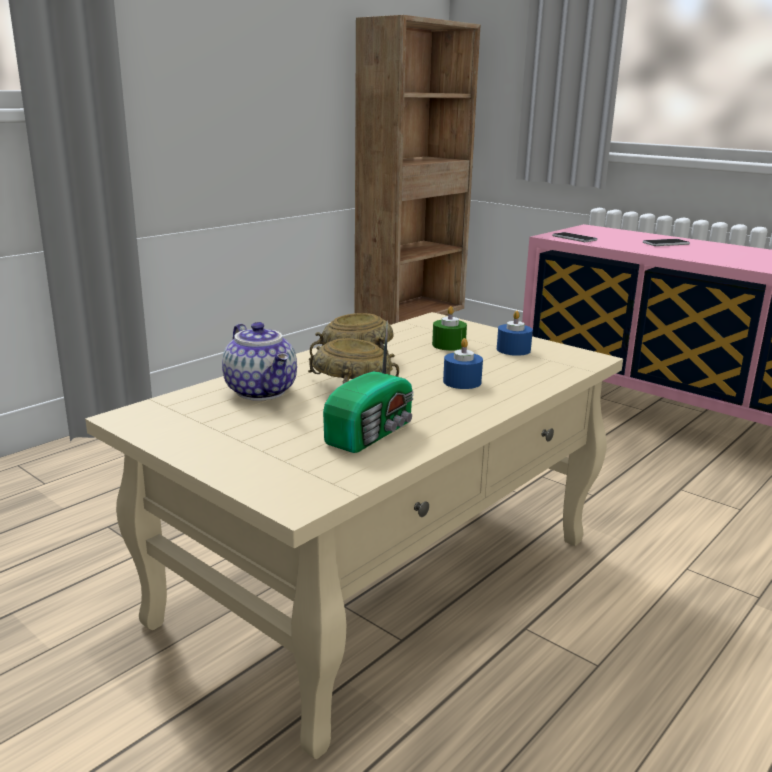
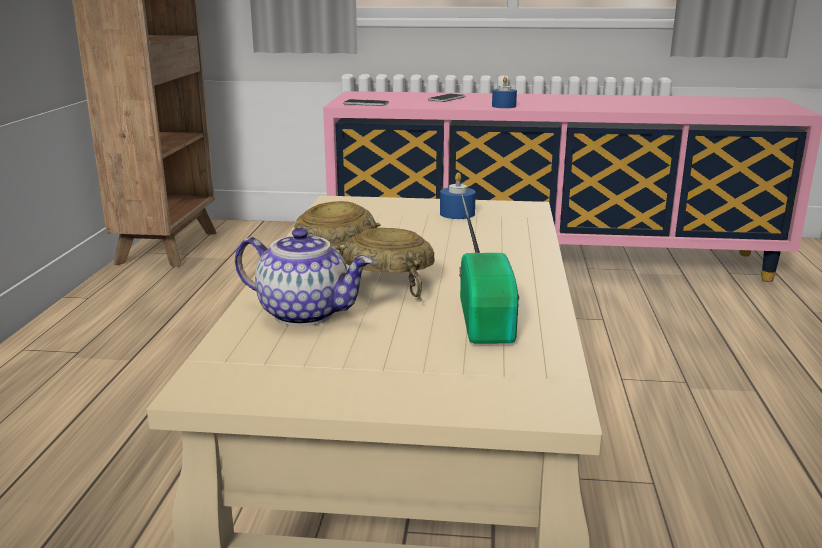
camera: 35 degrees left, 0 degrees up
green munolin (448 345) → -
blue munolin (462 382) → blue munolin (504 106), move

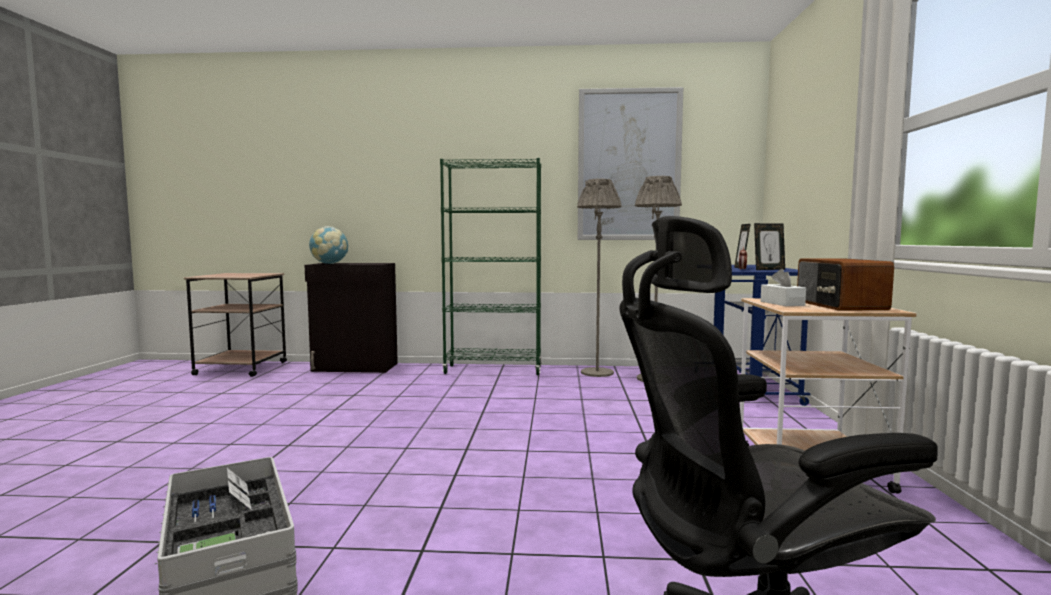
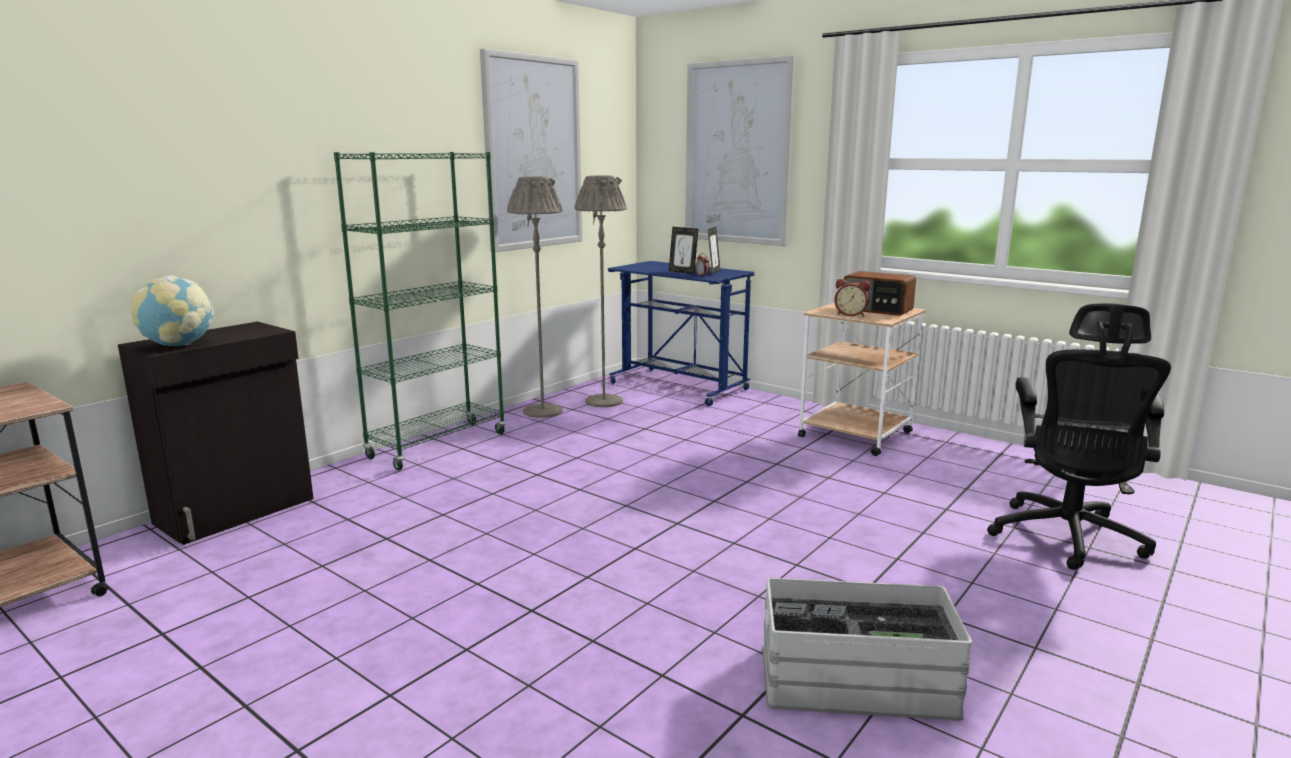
camera: 55 degrees left, 10 degrees up
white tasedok (782 303) → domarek (851 314)
- → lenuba (737 153)

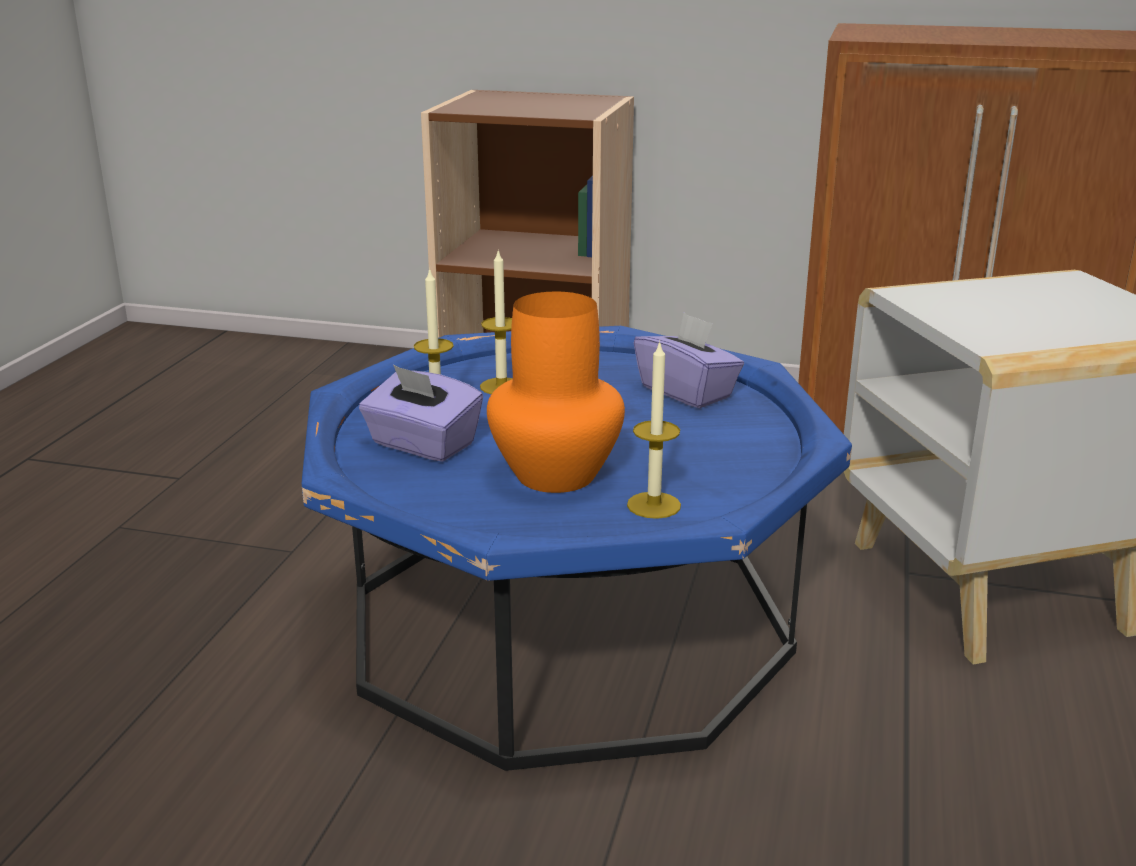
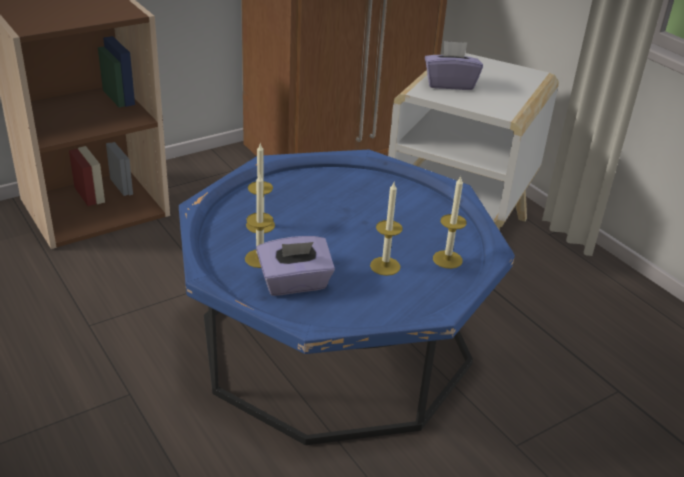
camera: 50 degrees left, 10 degrees up
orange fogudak (557 475) → munolin (385 266)
purple tasedok (687 392) → purple tasedok (450 84), move

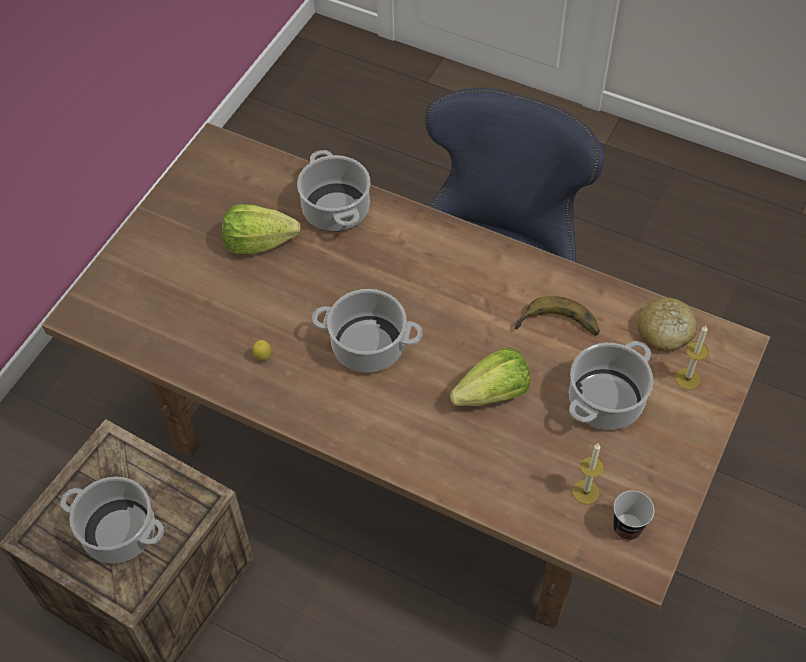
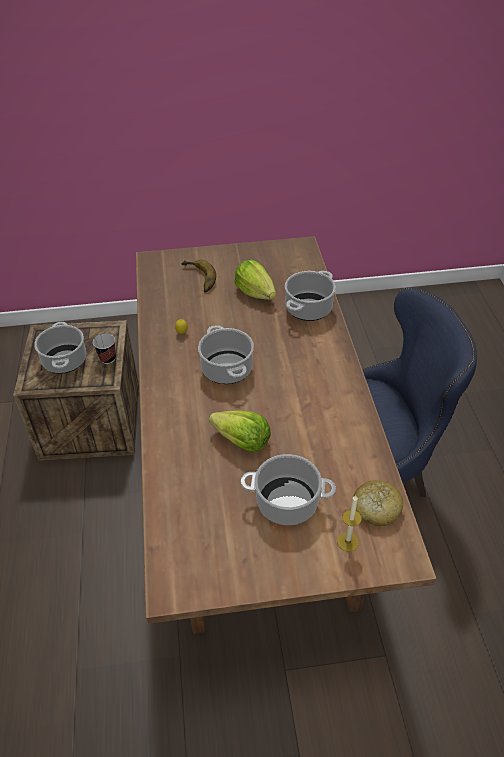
camera: 55 degrees right, 10 degrees down
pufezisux (558 328) → pufezisux (197 279), move
munolin (585 492) → -
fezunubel (627 528) → fezunubel (107 358), move

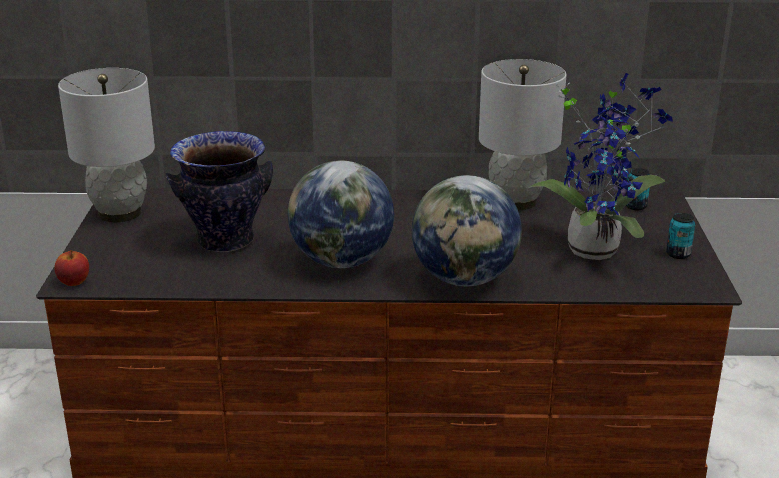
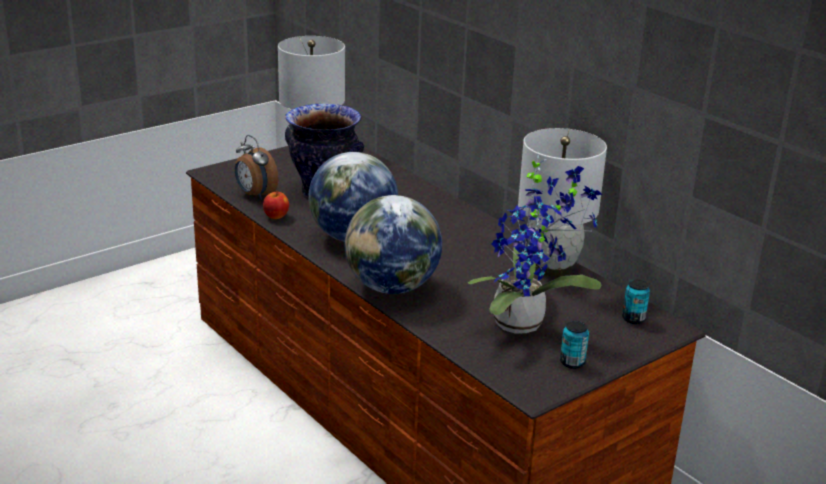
camera: 50 degrees right, 0 degrees up
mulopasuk (74 282) → mulopasuk (276 216), move
- → domarek (255 195)

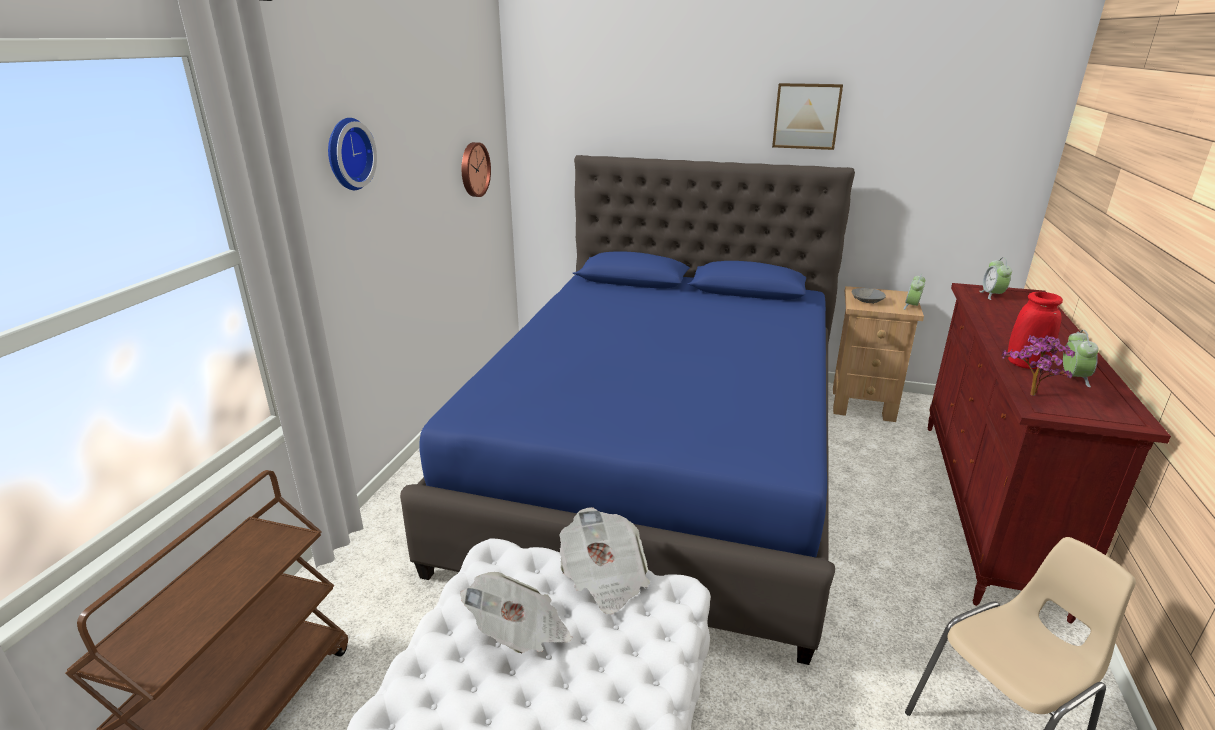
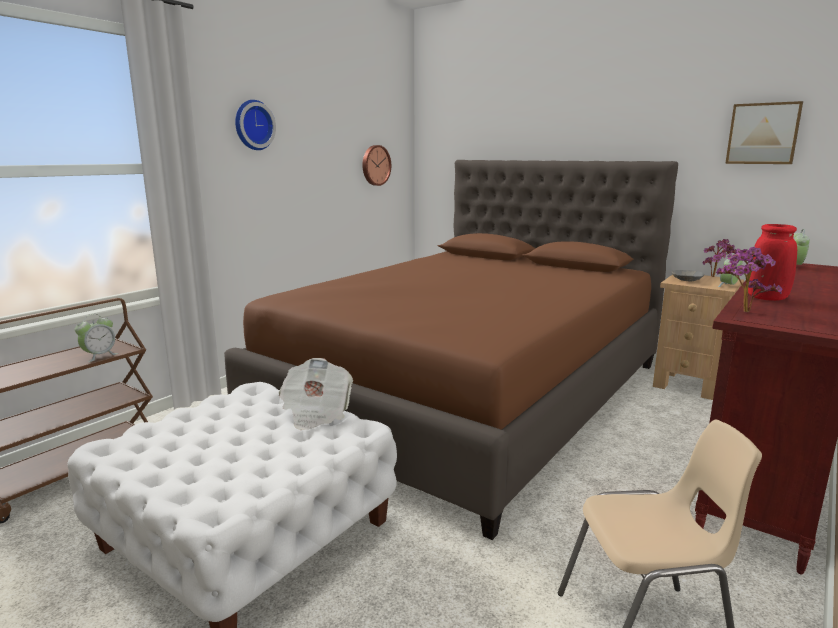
camera: 20 degrees right, 10 degrees down
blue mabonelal (661 460) → brown mabonelal (470 393)
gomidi (520 633) → -
lenuba (806 116) → lenuba (763 134), move
domarek (1073 378) → domarek (99 356), move
- → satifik (715 277)

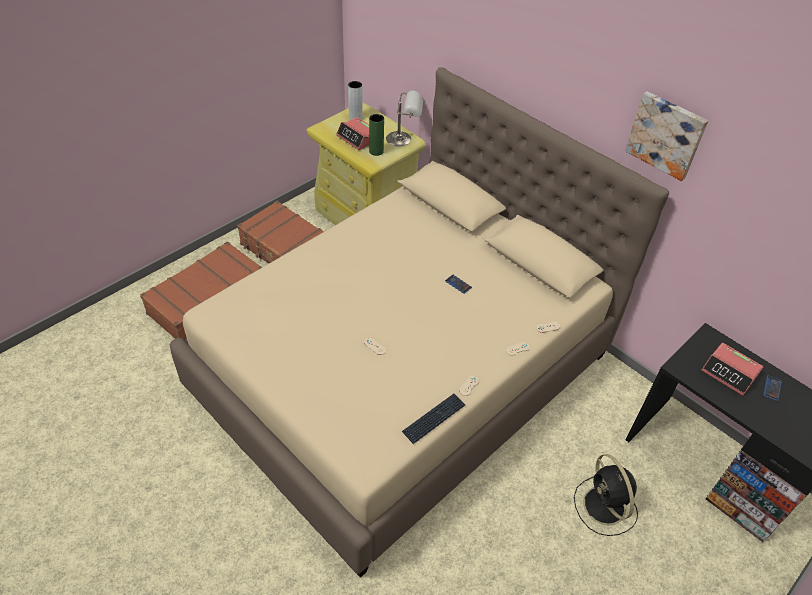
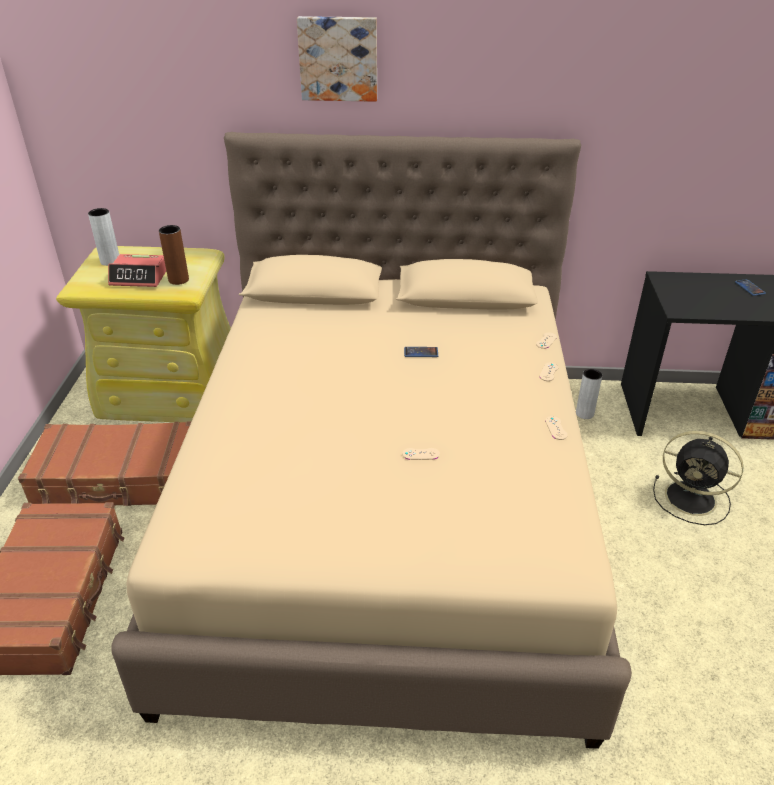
camera: 40 degrees left, 10 degrees down
green fogudak (376 151) → brown fogudak (178 280)
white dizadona (404 138) → -
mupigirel (434 419) → -
lenuba (666 135) → lenuba (338 58), move
domarek (729 373) → -
- → grey fogudak (584 413)

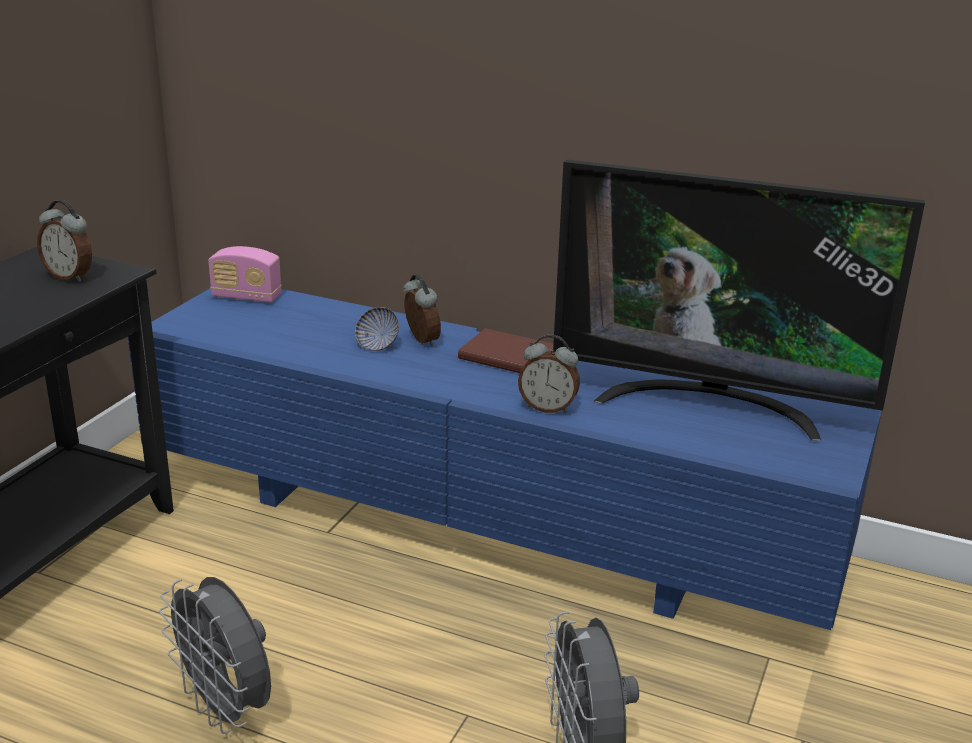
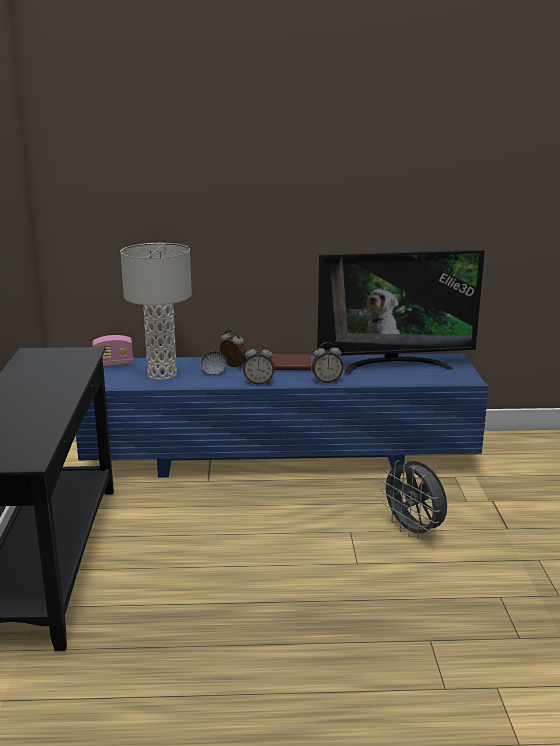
camera: 25 degrees left, 5 degrees down
domarek (70 276) → domarek (259 382), move
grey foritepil (227 710) → -
- → white dizadona (162 374)

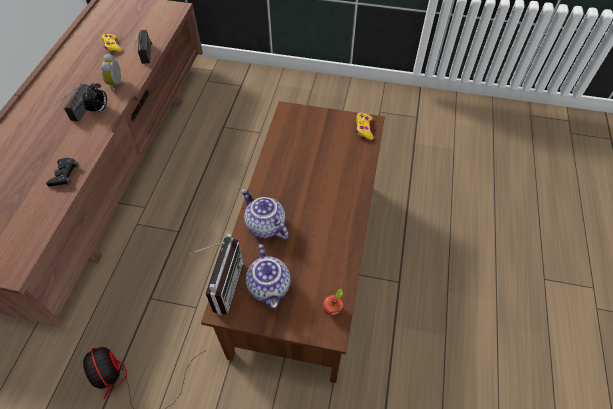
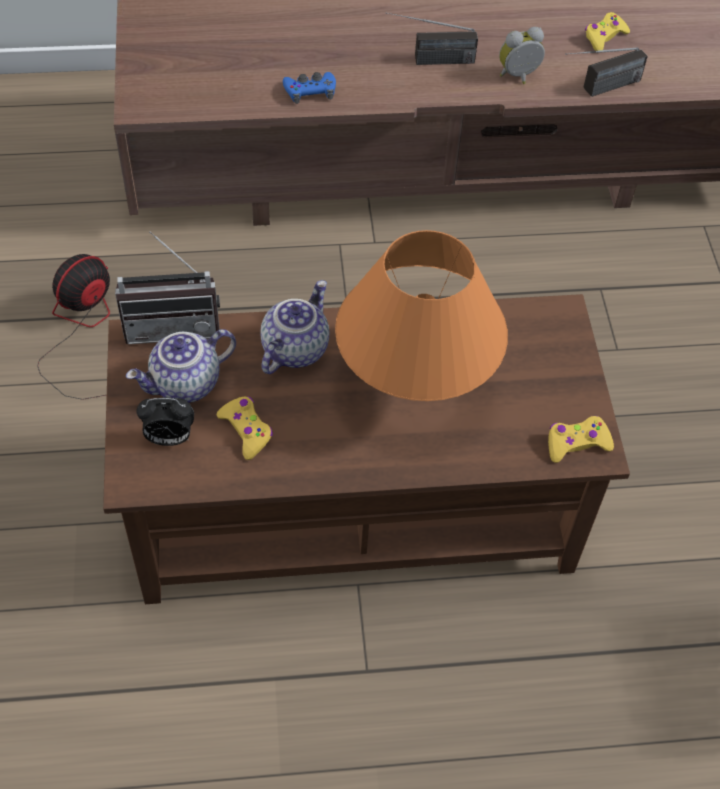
camera: 70 degrees right, 0 degrees up
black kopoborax (64 175) → blue kopoborax (310 91)
domarek (100 109) → domarek (169 438), move
mulopasuk (332 309) → -
- → yellow kopoborax (246 430)
- → orange dizadona (414 385)

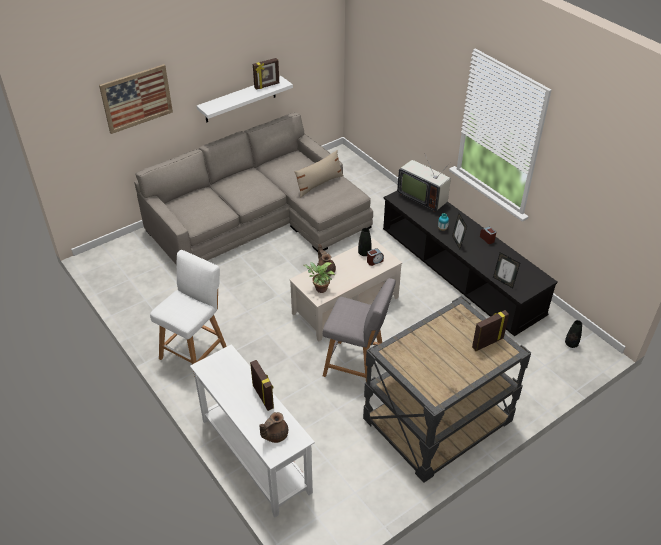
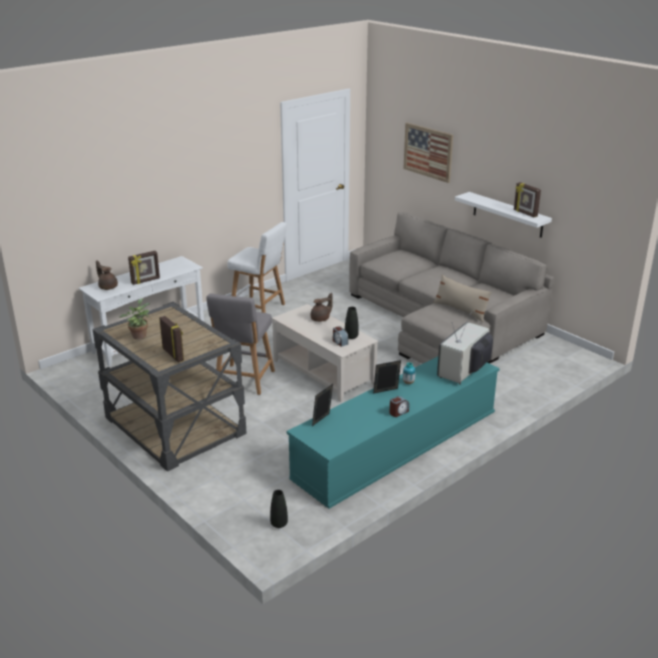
camera: 85 degrees right, 15 degrees down
satifik (319 289) → satifik (139 335), move
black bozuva (460 269) → turquoise bozuva (398 443)

